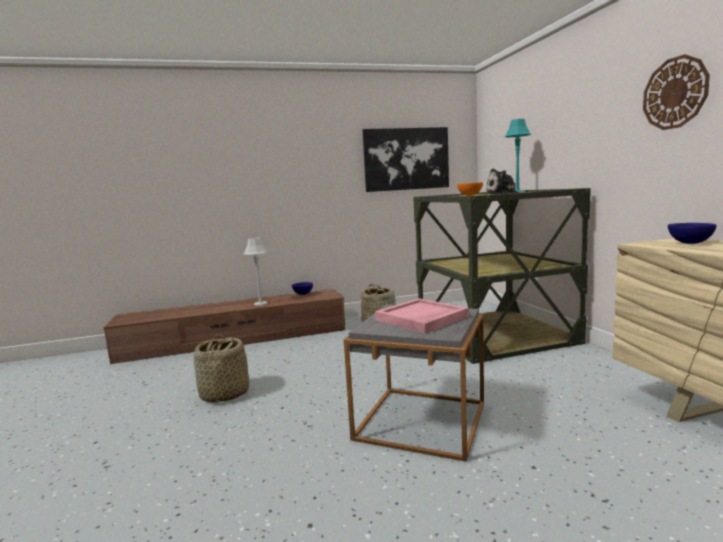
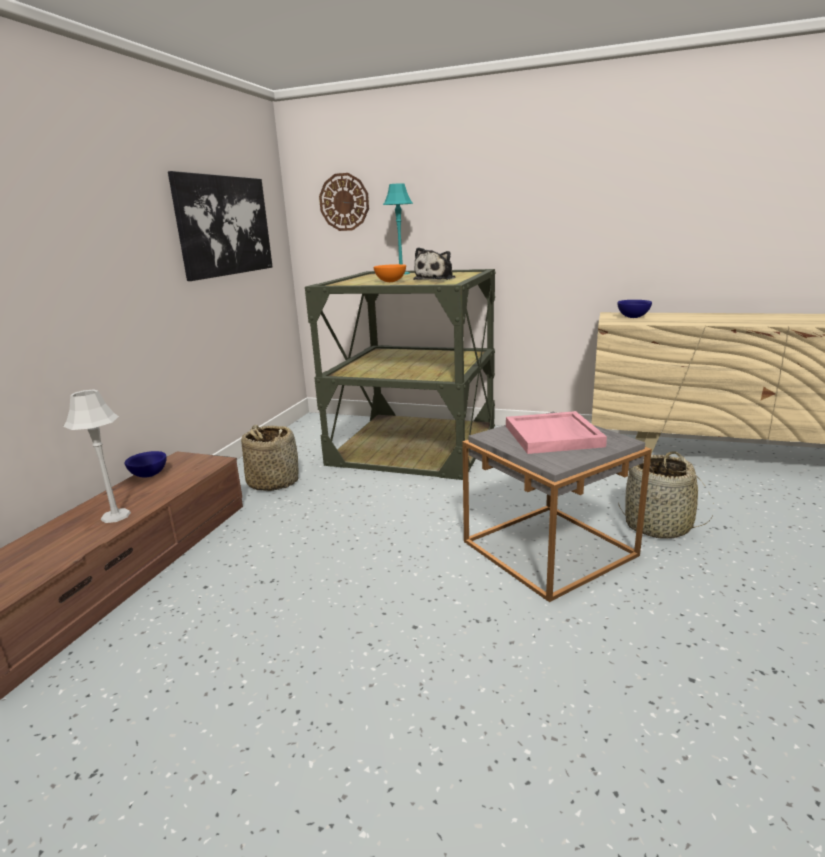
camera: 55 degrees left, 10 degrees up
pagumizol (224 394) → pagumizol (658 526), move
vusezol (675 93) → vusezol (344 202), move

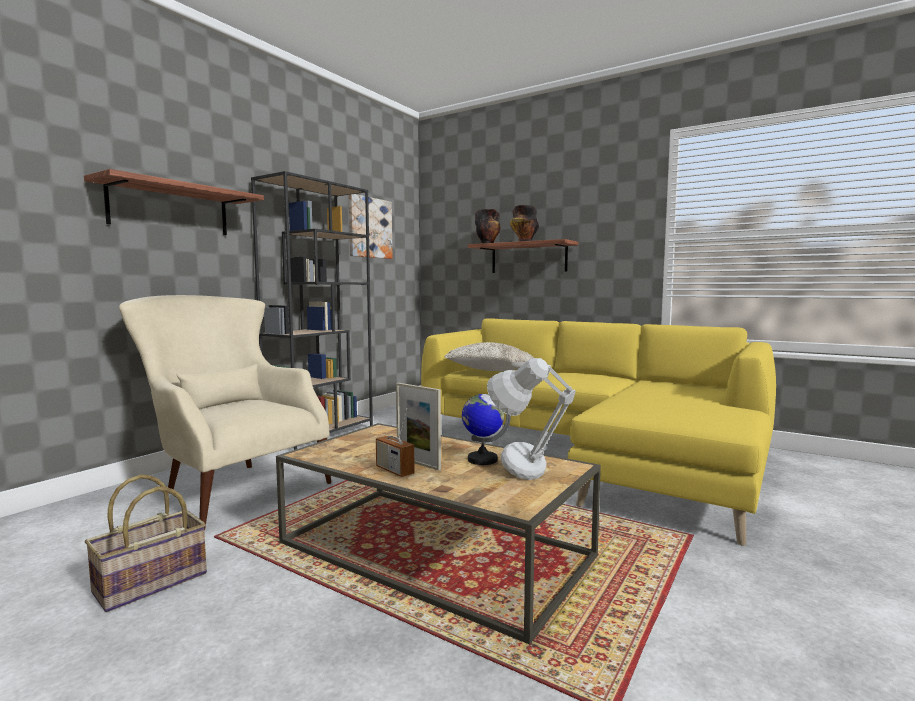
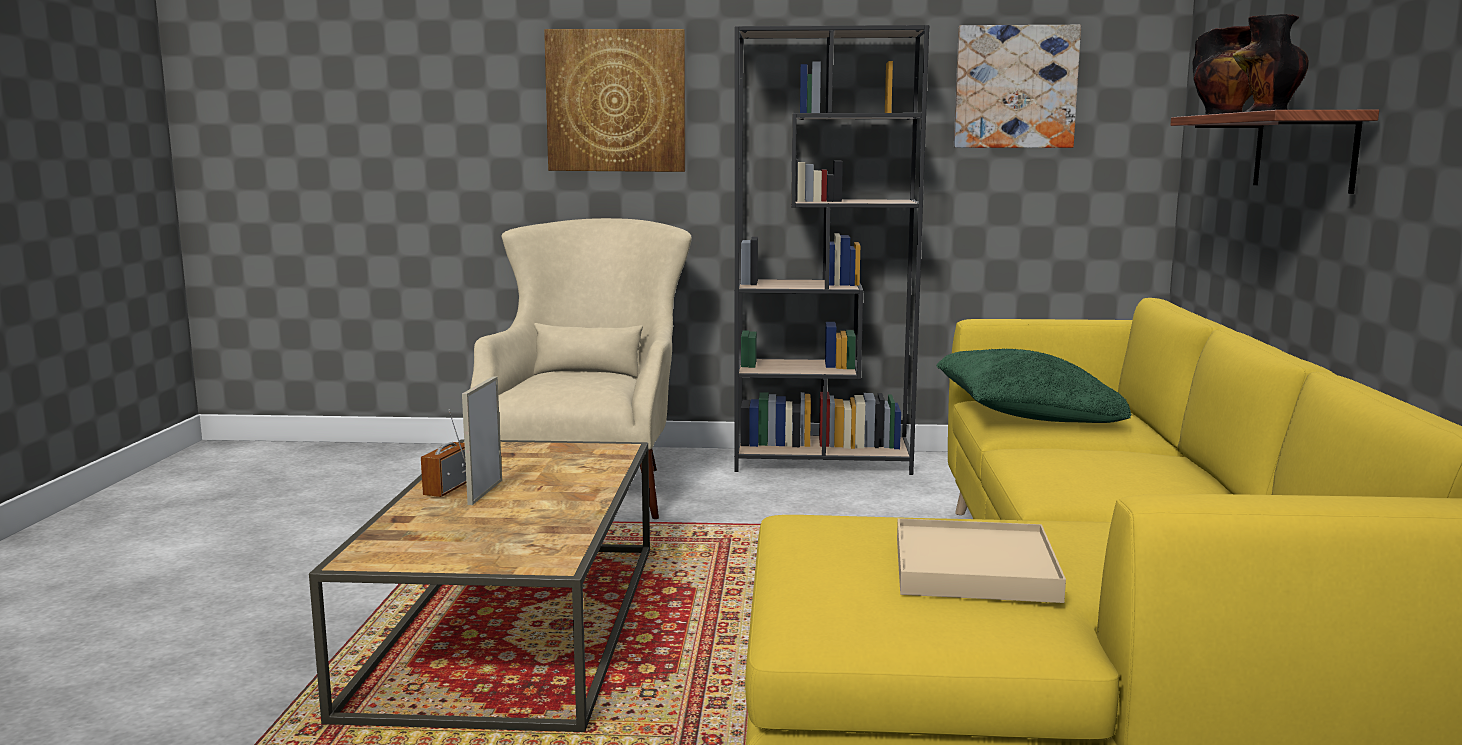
camera: 60 degrees right, 5 degrees up
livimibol (170 209) → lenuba (616 101)
pagumizol (151 583) → -
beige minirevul (491 371) → green minirevul (1028 415)
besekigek (482 460) → -
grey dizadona (528 489) → -
- → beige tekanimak (973 569)

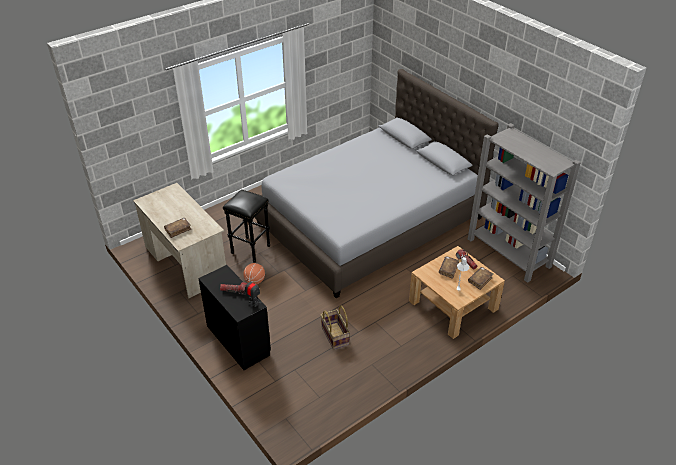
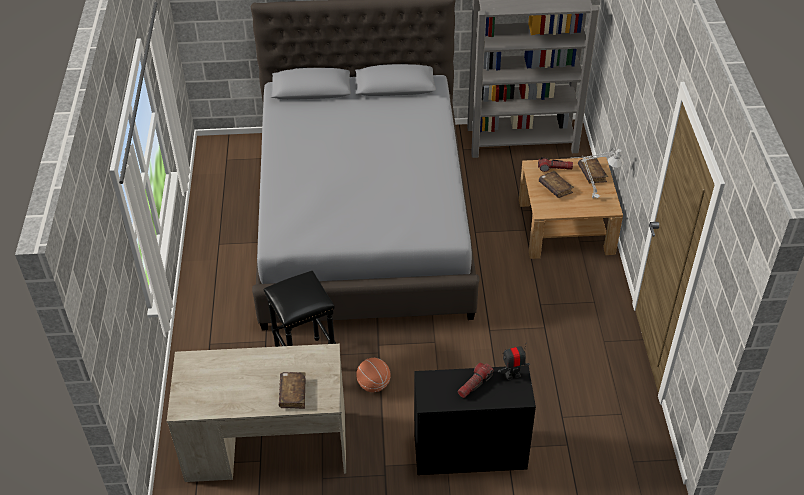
camera: 55 degrees left, 5 degrees up
pagumizol (334 336) → -

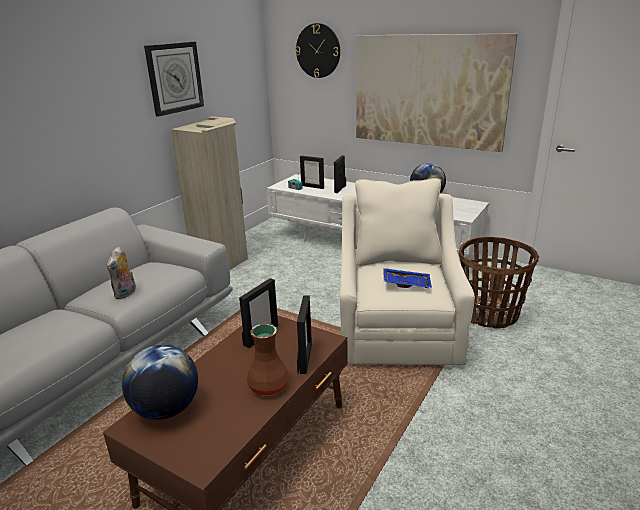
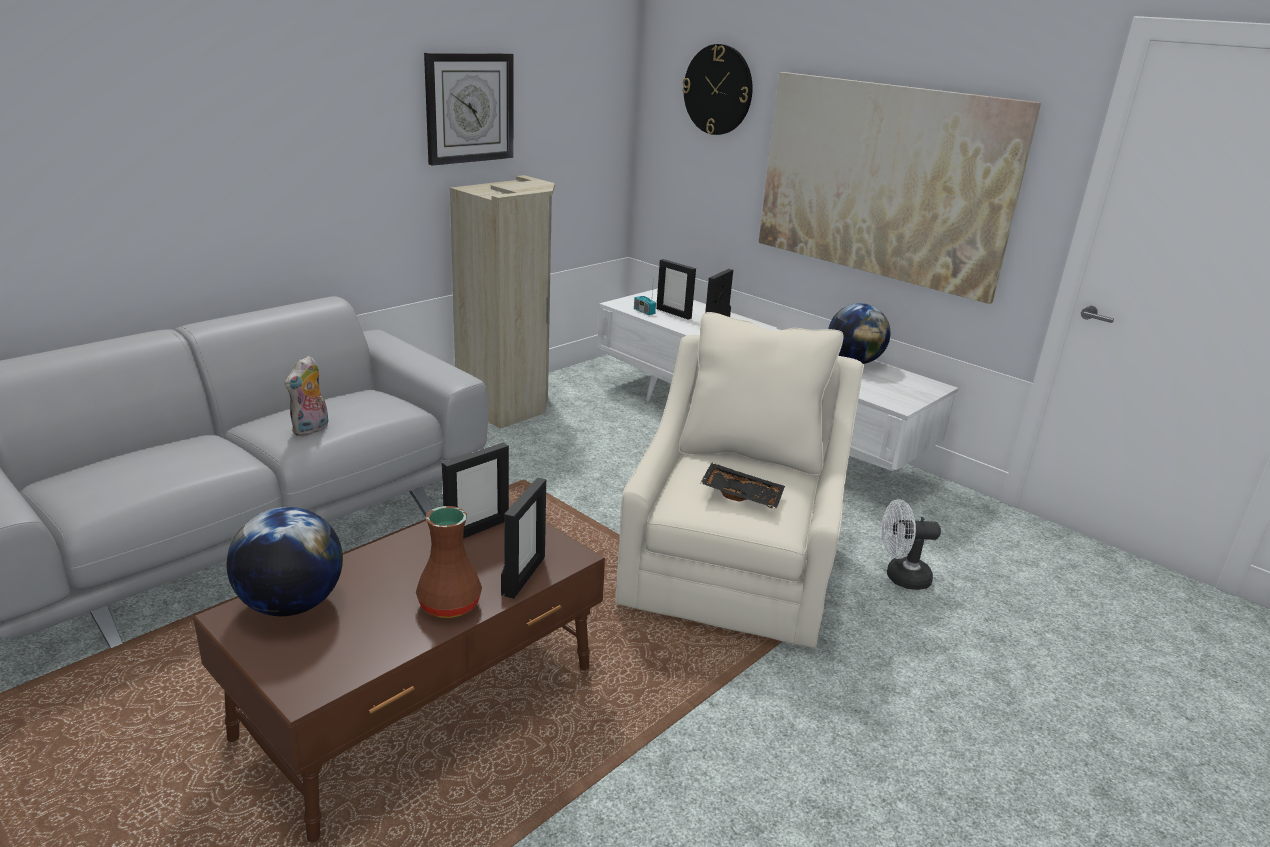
camera: 10 degrees right, 0 degrees up
blue tekanimak (406 283) → black tekanimak (742 494)
pagumizol (490 315) → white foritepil (900 577)

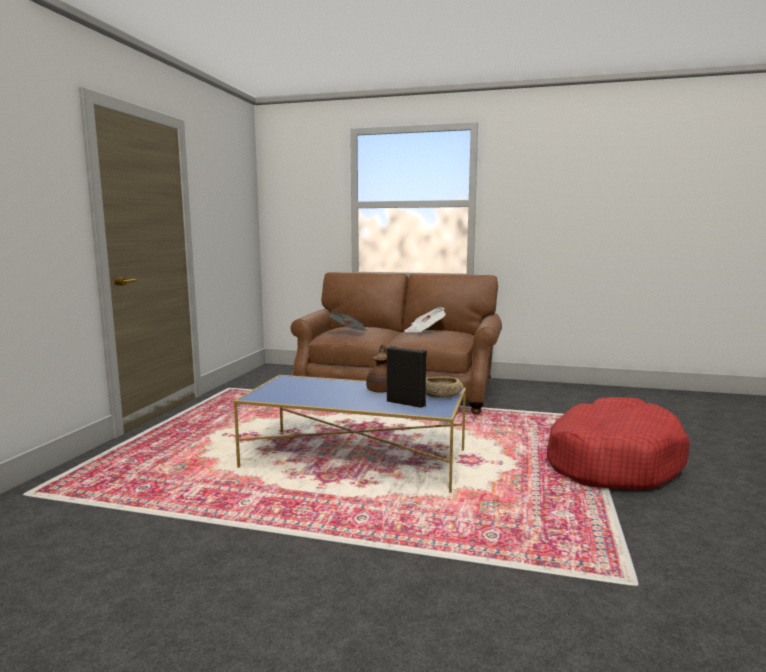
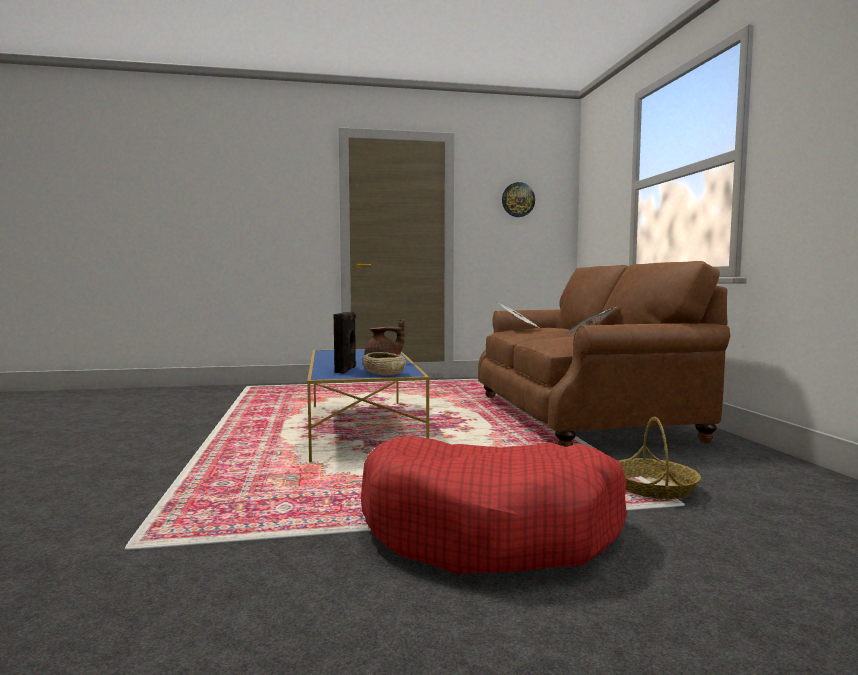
camera: 65 degrees right, 5 degrees down
- → vusezol (518 199)
- → pagumizol (654 488)

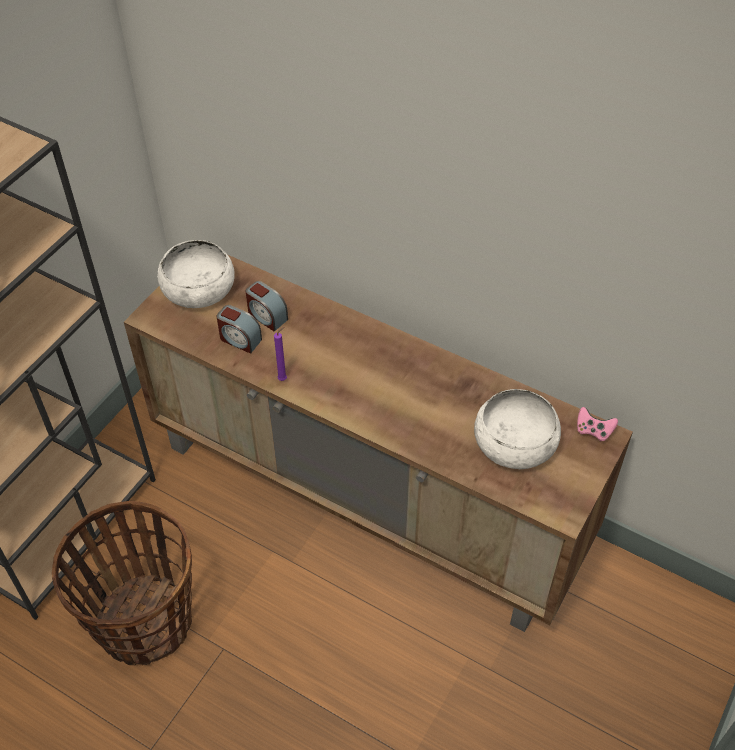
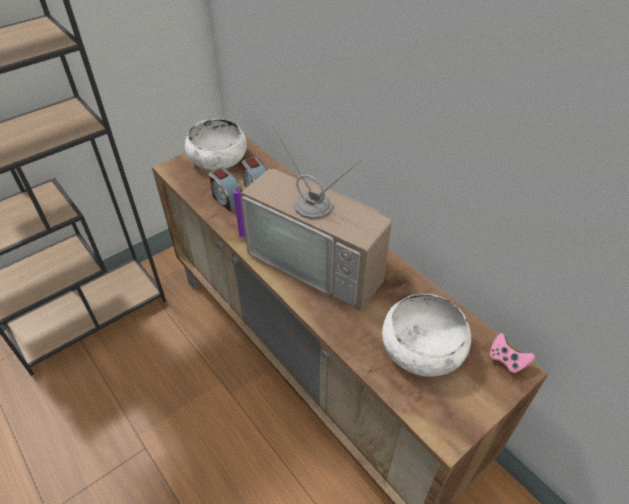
camera: 20 degrees right, 5 degrees down
pagumizol (144 621) → -
- → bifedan (320 261)

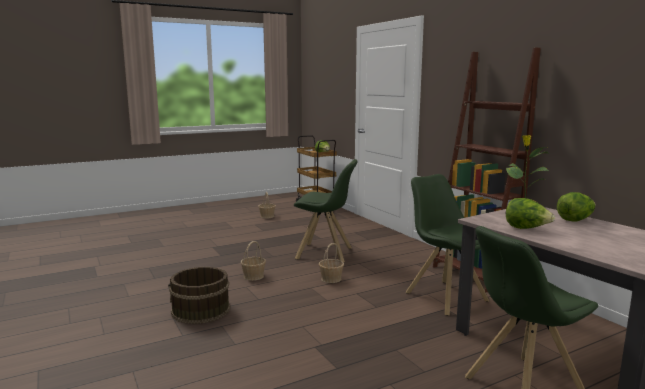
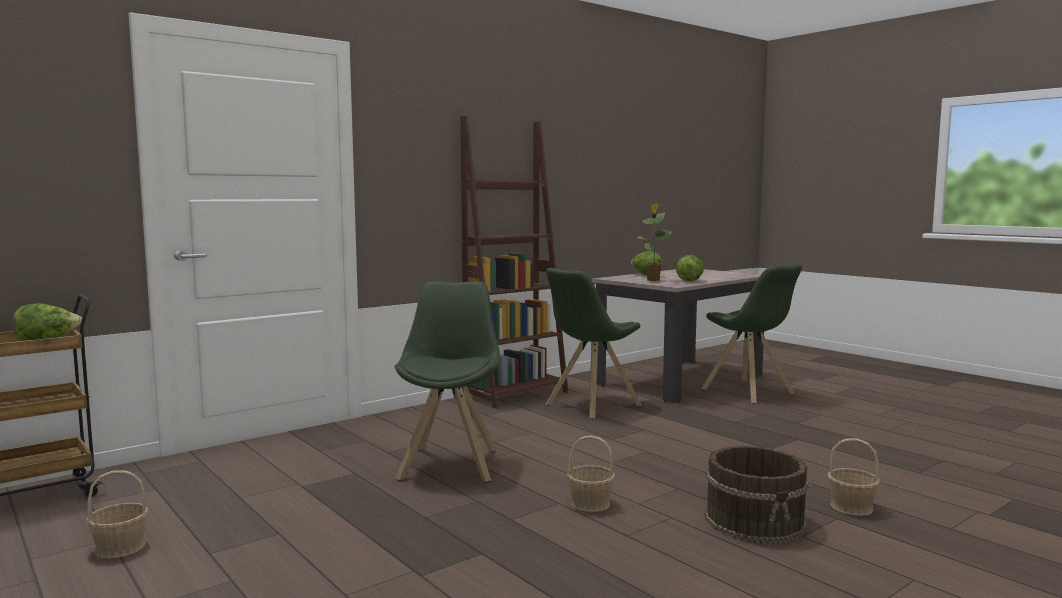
camera: 100 degrees left, 5 degrees down
pagumizol (331 279) → pagumizol (852 507), move

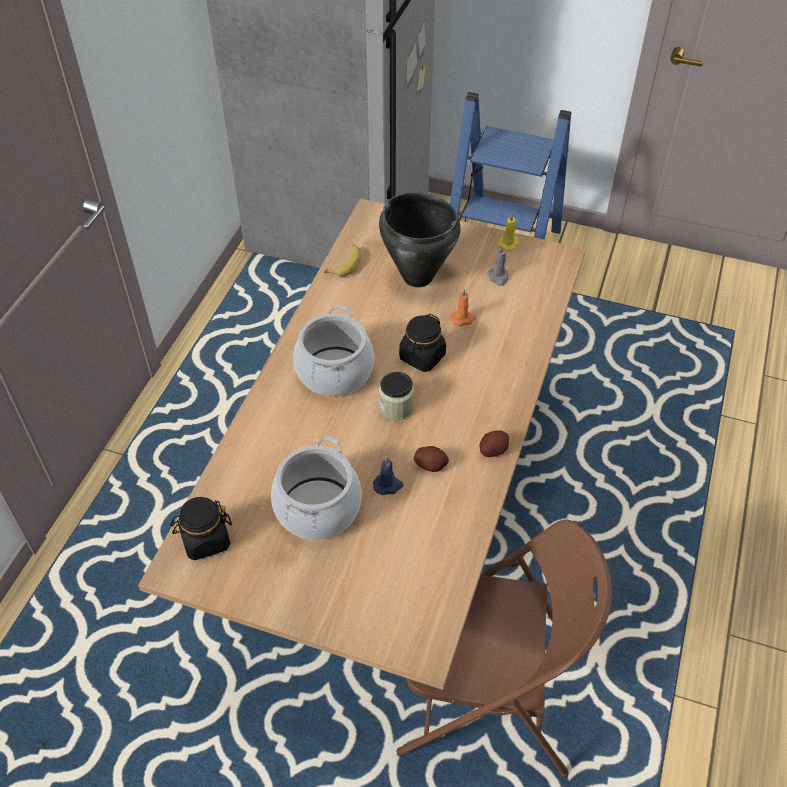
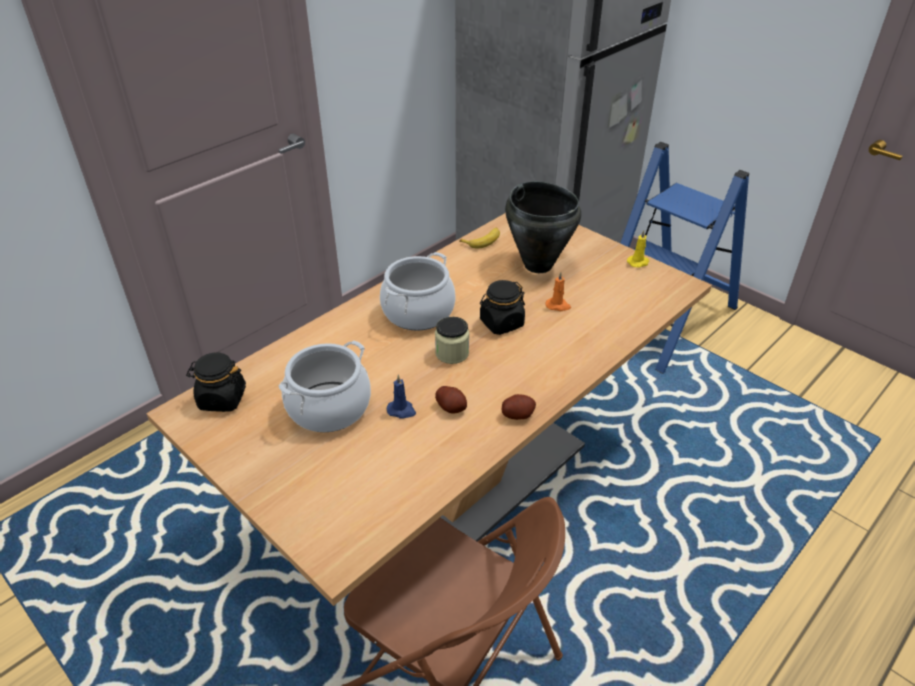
camera: 25 degrees right, 10 degrees down
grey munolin (498 277) → -

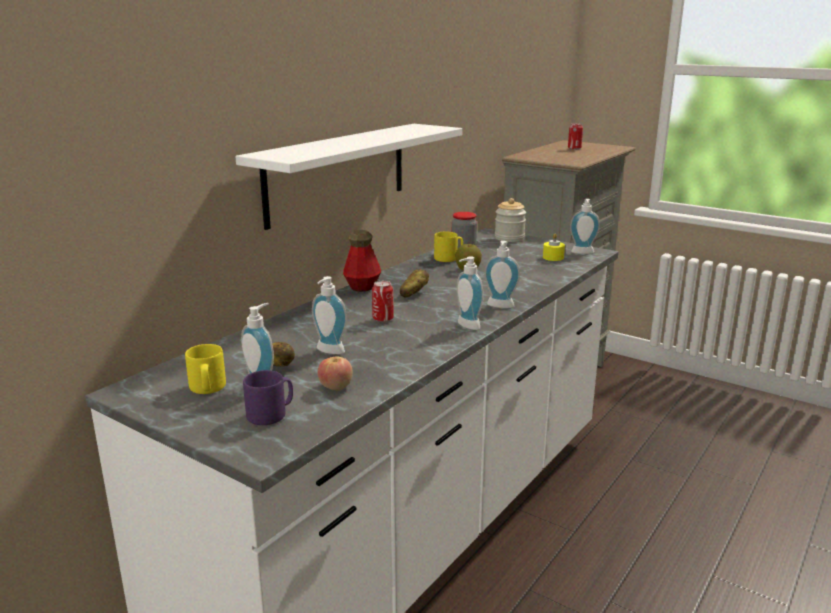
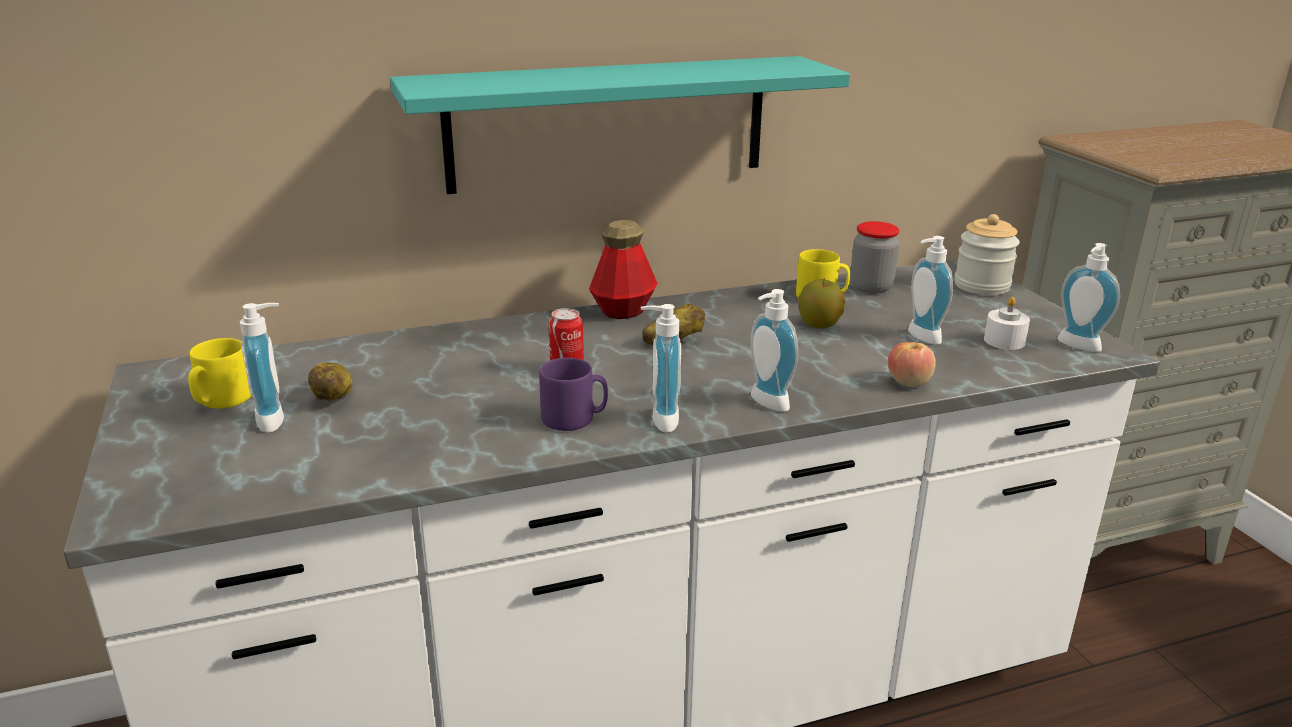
camera: 35 degrees right, 5 degrees up
white livimibol (337 173) → turquoise livimibol (608 123)
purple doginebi (271 414) → purple doginebi (574 419), move
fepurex (328 351) → fepurex (920 337), move
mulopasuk (335 387) → mulopasuk (908 382), move
yellow munolin (553 257) → white munolin (1004 341)
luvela (574 148) → -

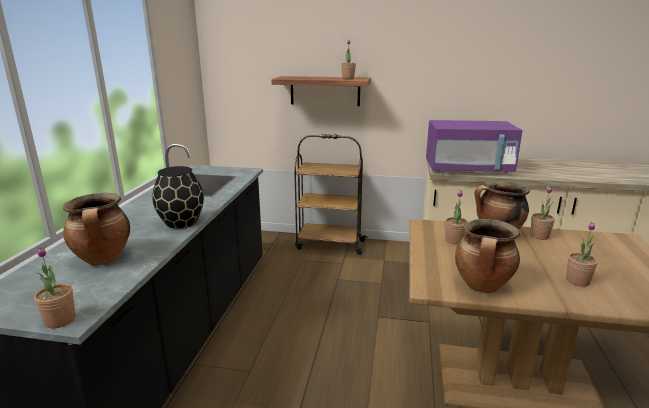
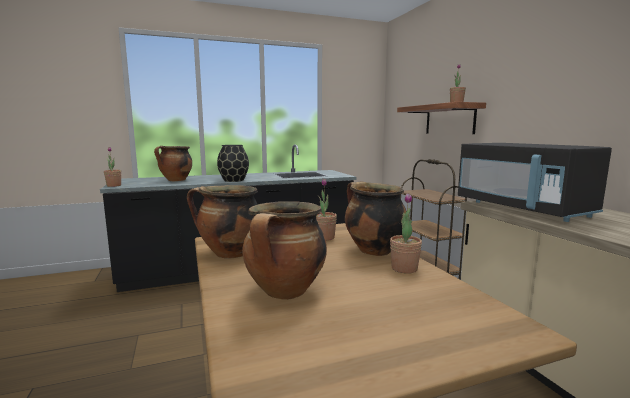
camera: 60 degrees right, 10 degrees down
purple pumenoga (468 169) → black pumenoga (522 209)
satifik (577 281) → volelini (285 292)

